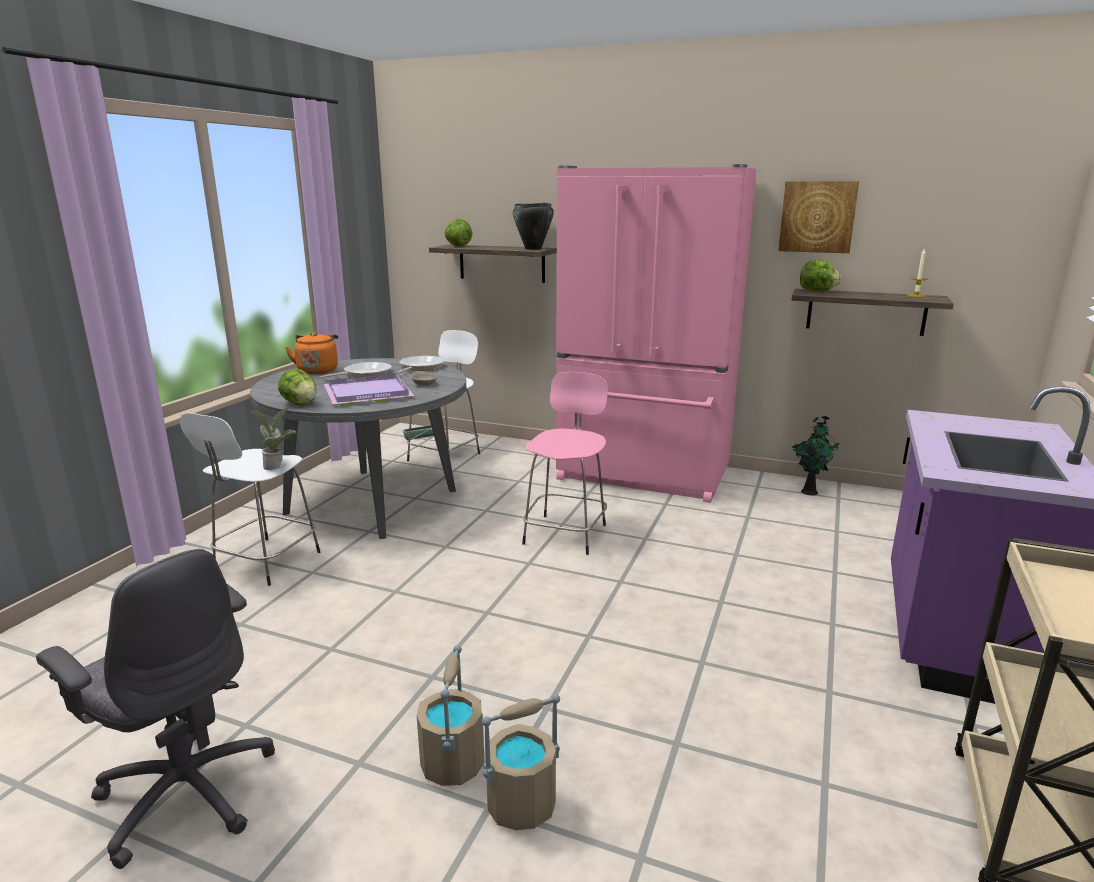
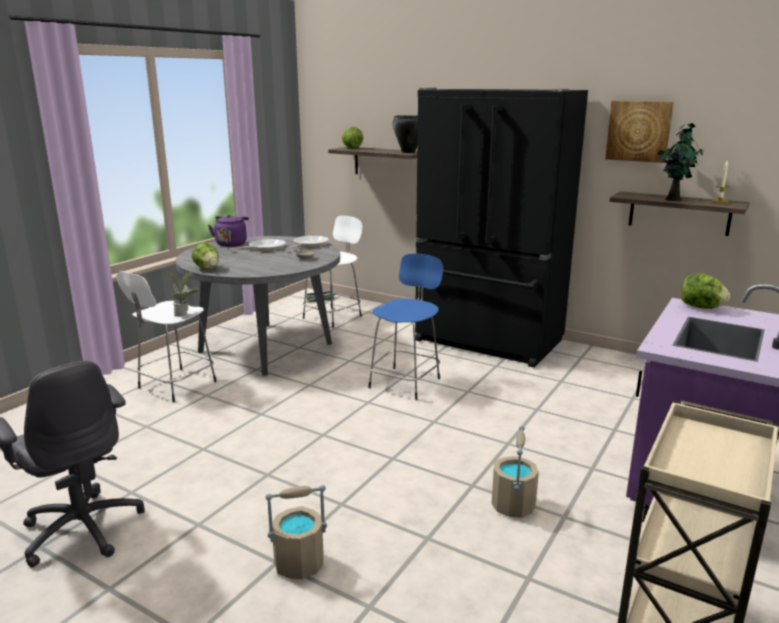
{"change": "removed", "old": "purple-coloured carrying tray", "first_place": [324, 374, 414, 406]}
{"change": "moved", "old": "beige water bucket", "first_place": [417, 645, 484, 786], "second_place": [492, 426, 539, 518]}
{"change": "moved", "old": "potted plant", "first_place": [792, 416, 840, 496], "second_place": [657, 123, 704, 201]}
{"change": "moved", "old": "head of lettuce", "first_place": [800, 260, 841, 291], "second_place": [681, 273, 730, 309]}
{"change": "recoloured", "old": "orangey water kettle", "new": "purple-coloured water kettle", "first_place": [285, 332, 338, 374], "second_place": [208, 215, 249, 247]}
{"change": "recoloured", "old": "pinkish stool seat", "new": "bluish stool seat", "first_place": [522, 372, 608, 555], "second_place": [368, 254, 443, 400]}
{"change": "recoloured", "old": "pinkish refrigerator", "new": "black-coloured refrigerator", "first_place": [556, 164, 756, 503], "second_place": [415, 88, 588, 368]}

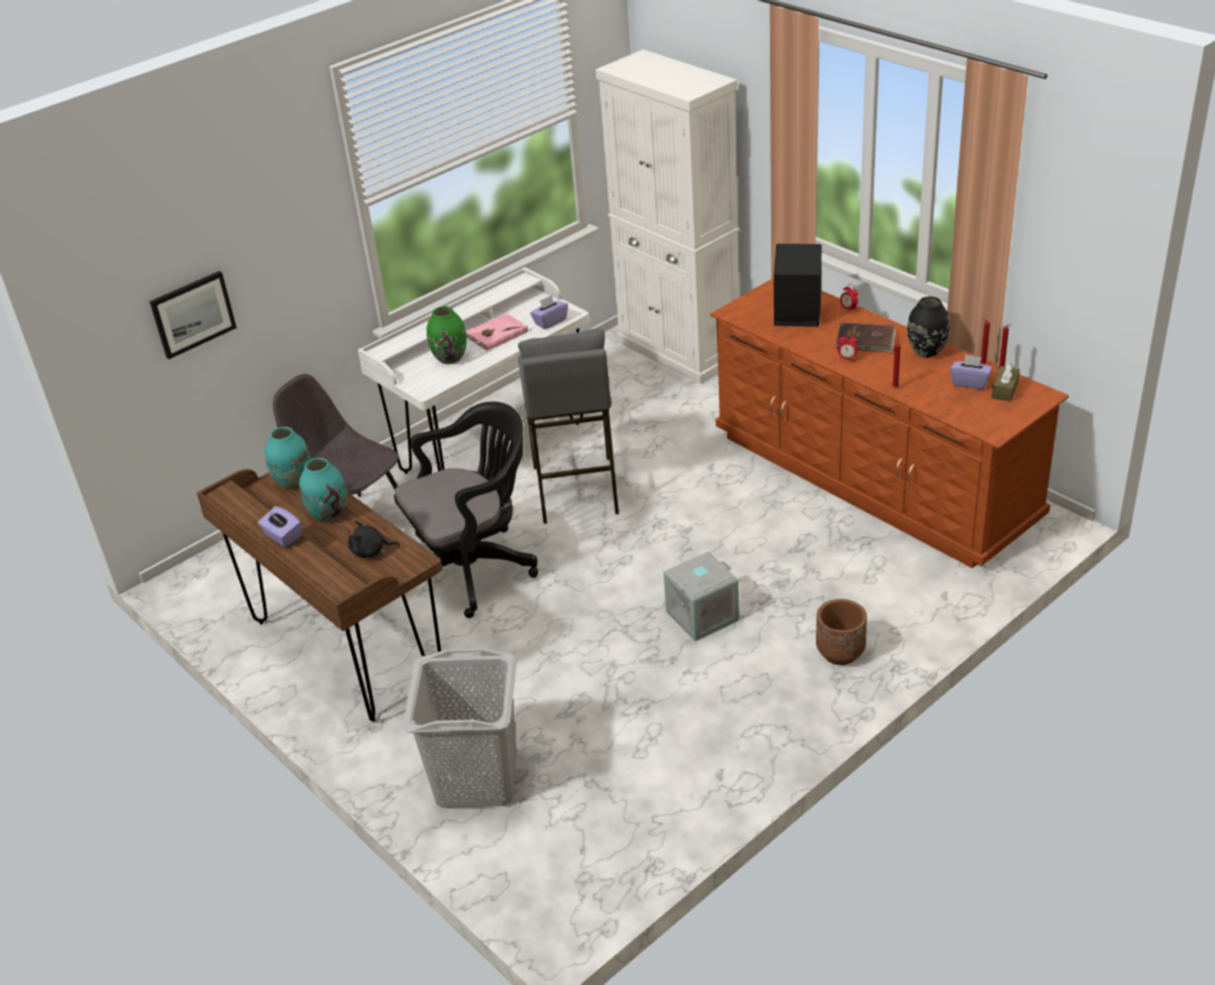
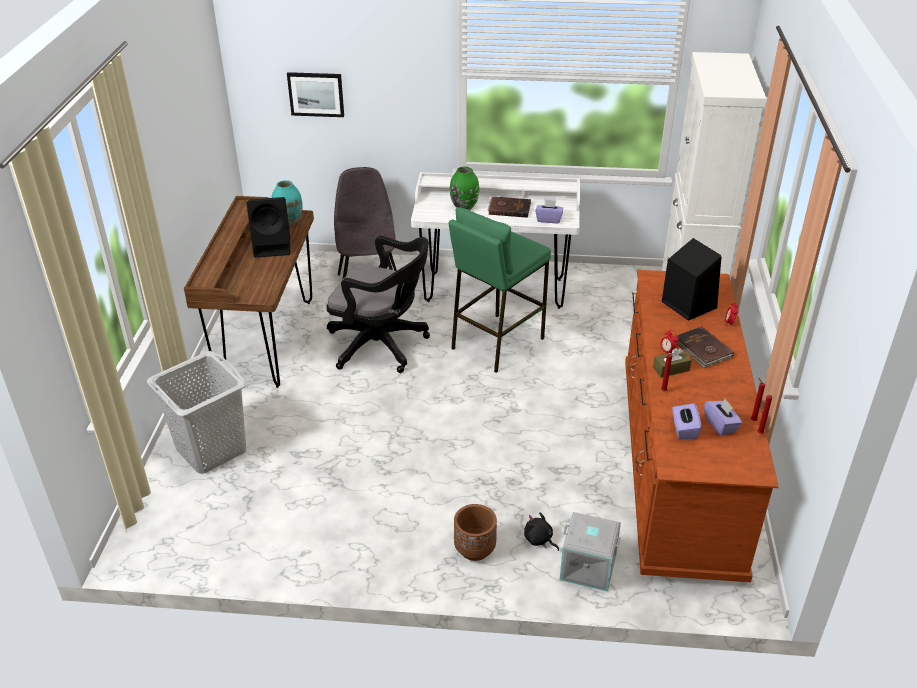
{"change": "removed", "old": "black-coloured flower vase", "first_place": [907, 296, 950, 358]}
{"change": "moved", "old": "purple-coloured box of tissues", "first_place": [258, 506, 301, 547], "second_place": [672, 403, 701, 439]}
{"change": "moved", "old": "black-coloured soft toy", "first_place": [347, 520, 400, 558], "second_place": [524, 512, 559, 551]}
{"change": "moved", "old": "grey storage box", "first_place": [663, 552, 740, 641], "second_place": [560, 512, 621, 592]}
{"change": "moved", "old": "brown box of tissues", "first_place": [992, 363, 1020, 401], "second_place": [653, 348, 692, 378]}
{"change": "replaced", "old": "turquoise flower vase", "new": "black-coloured audio speaker", "first_place": [299, 458, 347, 522], "second_place": [246, 197, 290, 258]}
{"change": "recoloured", "old": "pinkish bound book", "new": "brown bound book", "first_place": [466, 313, 528, 351], "second_place": [487, 196, 531, 218]}
{"change": "recoloured", "old": "grey stool seat", "new": "greenish stool seat", "first_place": [518, 328, 619, 524], "second_place": [449, 207, 551, 373]}

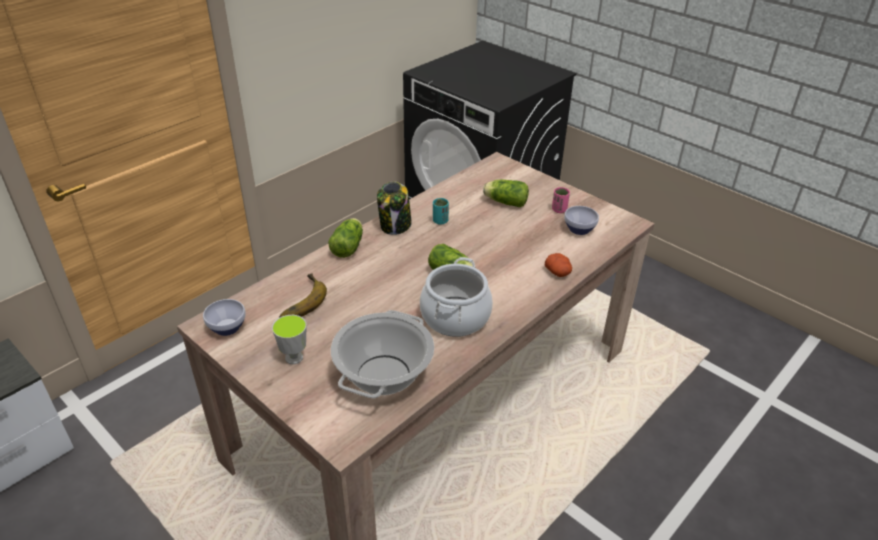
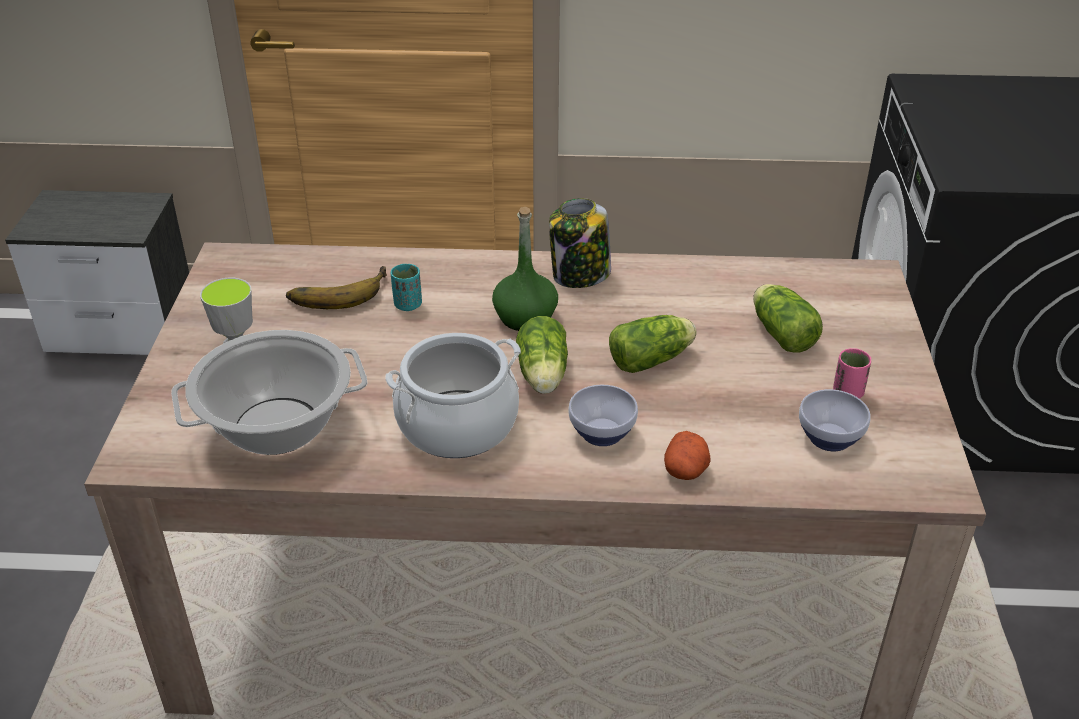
{"change": "added", "new": "greenish beverage bottle", "second_place": [492, 207, 558, 331]}
{"change": "moved", "old": "bowl", "first_place": [203, 299, 246, 336], "second_place": [568, 385, 638, 446]}
{"change": "moved", "old": "head of lettuce", "first_place": [328, 218, 363, 258], "second_place": [609, 315, 697, 373]}
{"change": "moved", "old": "turquoise cup", "first_place": [433, 198, 449, 225], "second_place": [391, 264, 422, 311]}

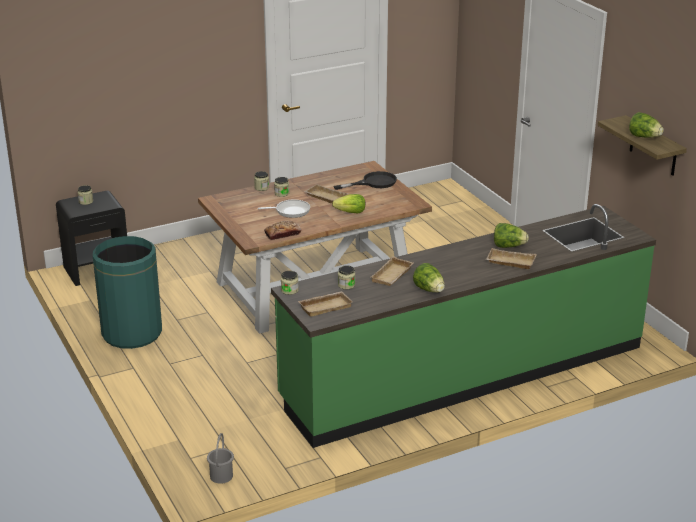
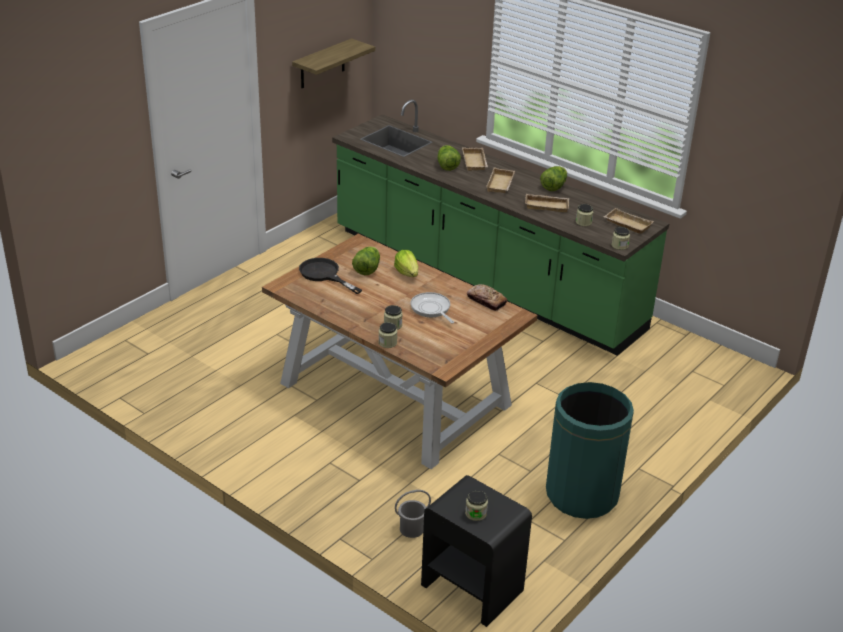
{"change": "moved", "old": "grey water bucket", "first_place": [207, 433, 234, 484], "second_place": [395, 490, 431, 538]}
{"change": "moved", "old": "beige carrying tray", "first_place": [304, 184, 348, 204], "second_place": [486, 167, 515, 193]}
{"change": "moved", "old": "head of lettuce", "first_place": [629, 112, 664, 138], "second_place": [352, 247, 380, 275]}

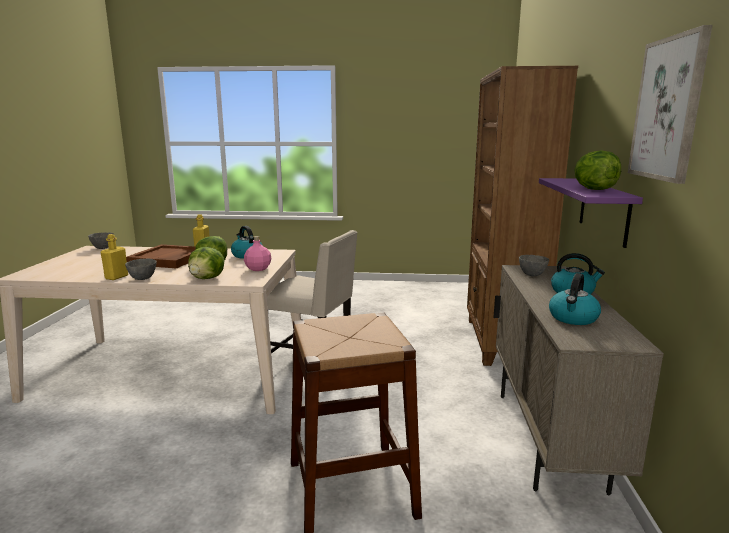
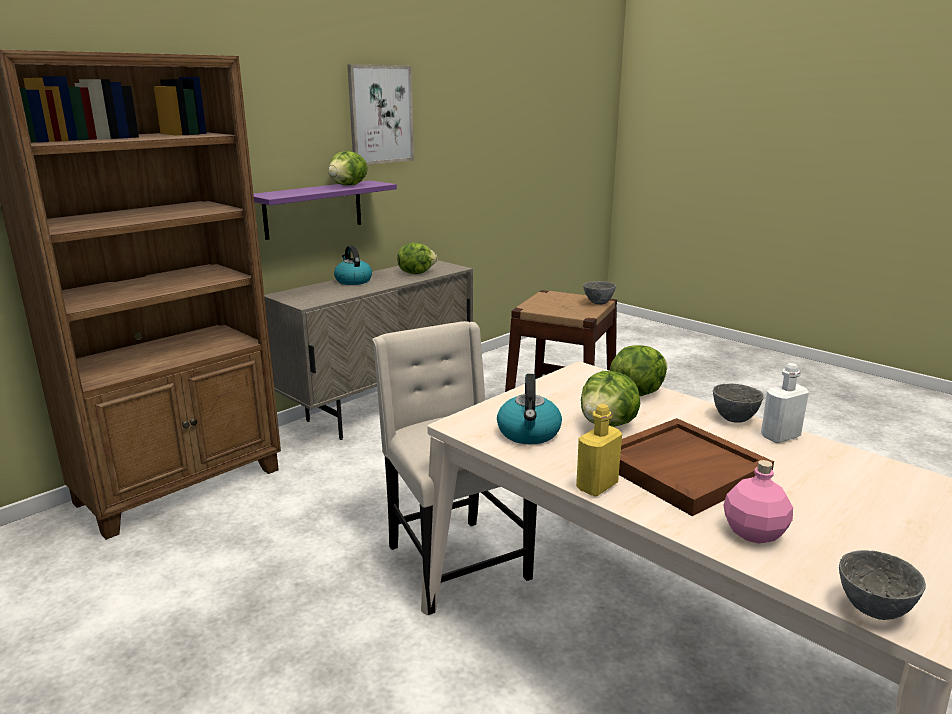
{"change": "moved", "old": "pinkish beverage bottle", "first_place": [244, 236, 271, 271], "second_place": [724, 460, 793, 544]}
{"change": "moved", "old": "grey bowl", "first_place": [519, 255, 549, 276], "second_place": [583, 281, 616, 305]}
{"change": "replaced", "old": "water kettle", "new": "head of lettuce", "first_place": [549, 273, 601, 325], "second_place": [397, 242, 437, 274]}
{"change": "recoloured", "old": "yellowish beverage bottle", "new": "white-coloured beverage bottle", "first_place": [100, 234, 128, 280], "second_place": [761, 363, 809, 443]}

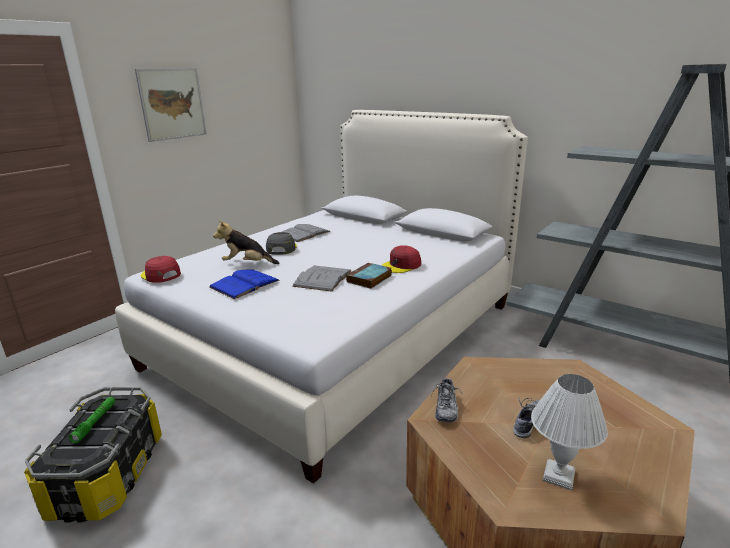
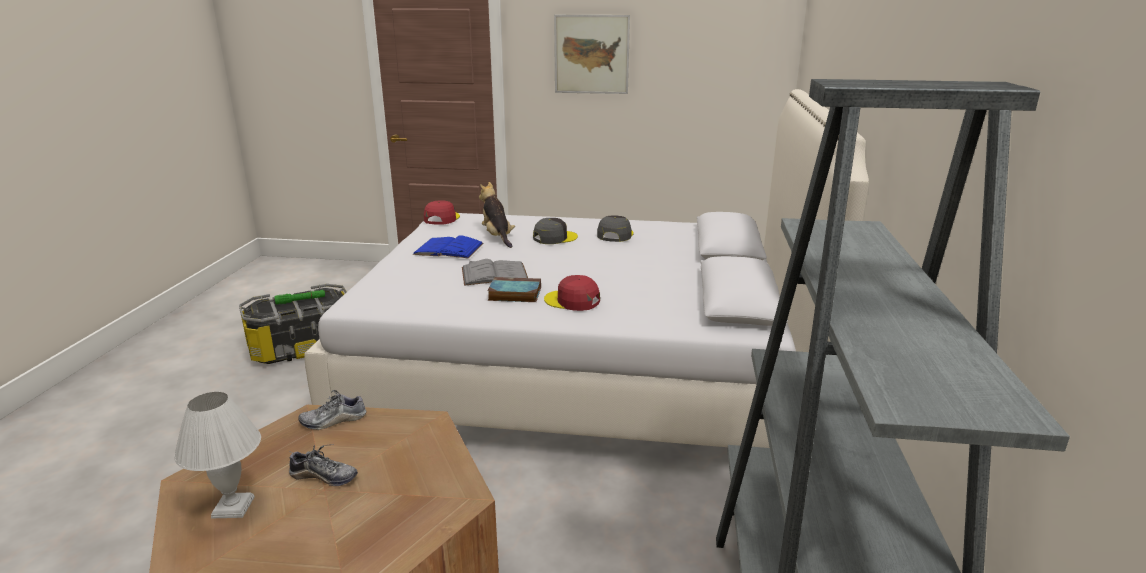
{"change": "replaced", "old": "grey bound book", "new": "grey cap", "first_place": [282, 224, 331, 242], "second_place": [597, 215, 634, 242]}

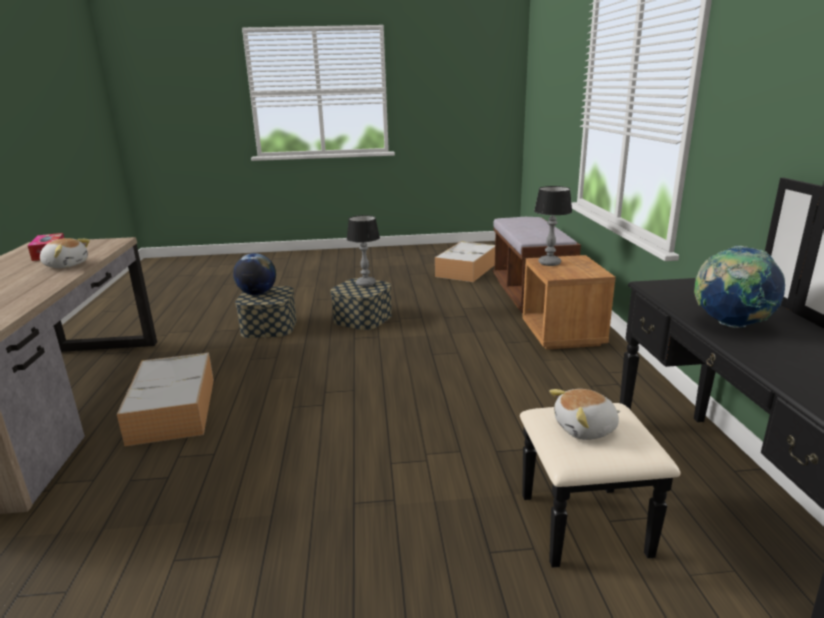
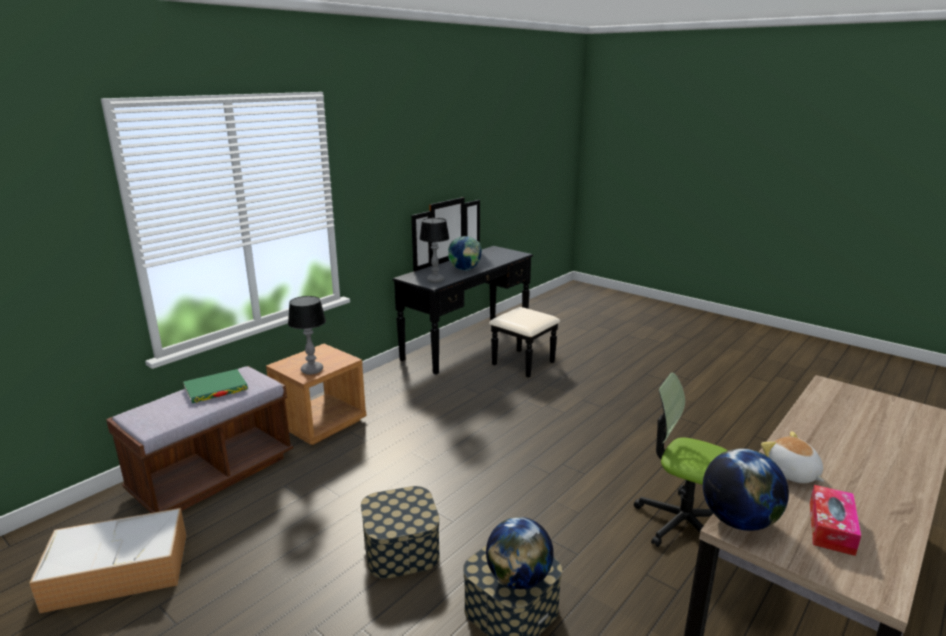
{"change": "removed", "old": "soft toy", "first_place": [549, 389, 620, 440]}
{"change": "added", "new": "greenish bound book", "second_place": [183, 369, 248, 403]}
{"change": "added", "new": "globe", "second_place": [703, 448, 789, 531]}
{"change": "moved", "old": "table lamp", "first_place": [347, 215, 380, 287], "second_place": [419, 218, 449, 282]}
{"change": "replaced", "old": "storage box", "new": "computer chair", "first_place": [117, 353, 214, 446], "second_place": [634, 372, 728, 547]}

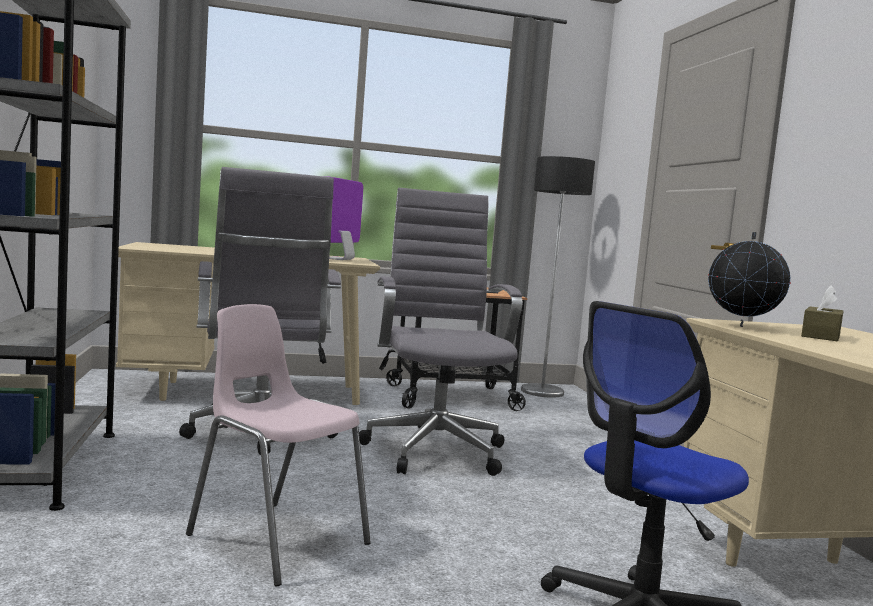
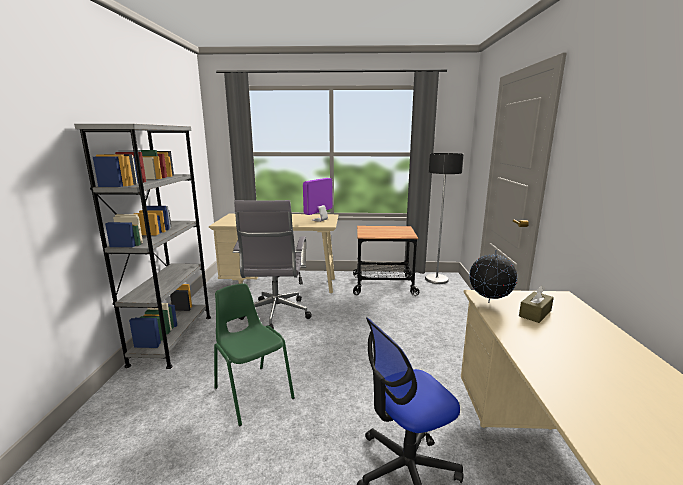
{"change": "removed", "old": "grey computer chair", "first_place": [359, 188, 522, 476]}
{"change": "recoloured", "old": "pinkish upright chair", "new": "greenish upright chair", "first_place": [186, 304, 371, 586], "second_place": [214, 283, 295, 426]}

